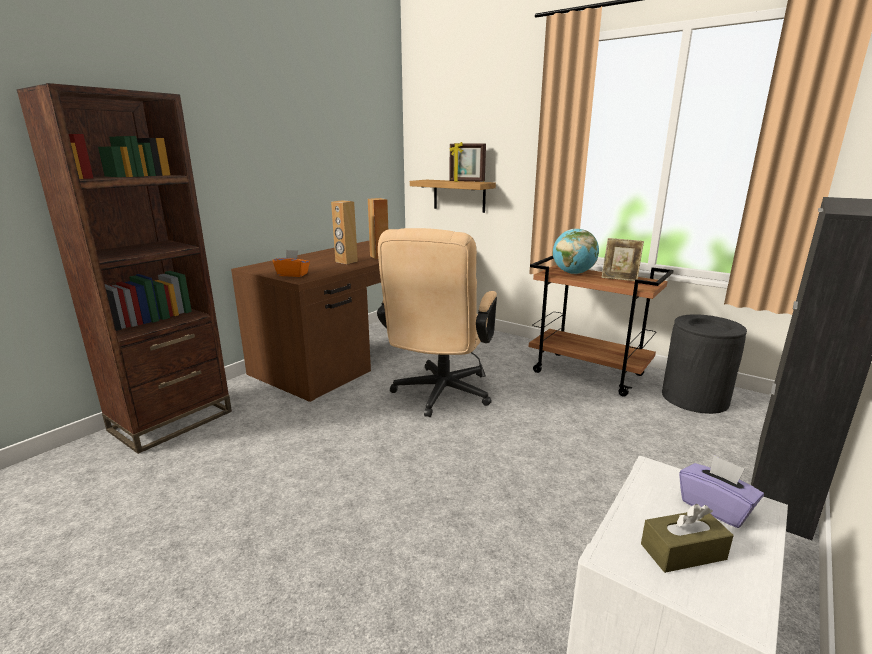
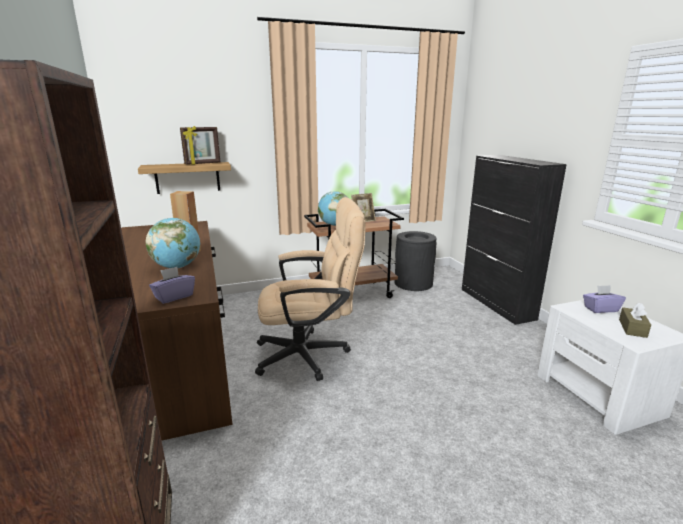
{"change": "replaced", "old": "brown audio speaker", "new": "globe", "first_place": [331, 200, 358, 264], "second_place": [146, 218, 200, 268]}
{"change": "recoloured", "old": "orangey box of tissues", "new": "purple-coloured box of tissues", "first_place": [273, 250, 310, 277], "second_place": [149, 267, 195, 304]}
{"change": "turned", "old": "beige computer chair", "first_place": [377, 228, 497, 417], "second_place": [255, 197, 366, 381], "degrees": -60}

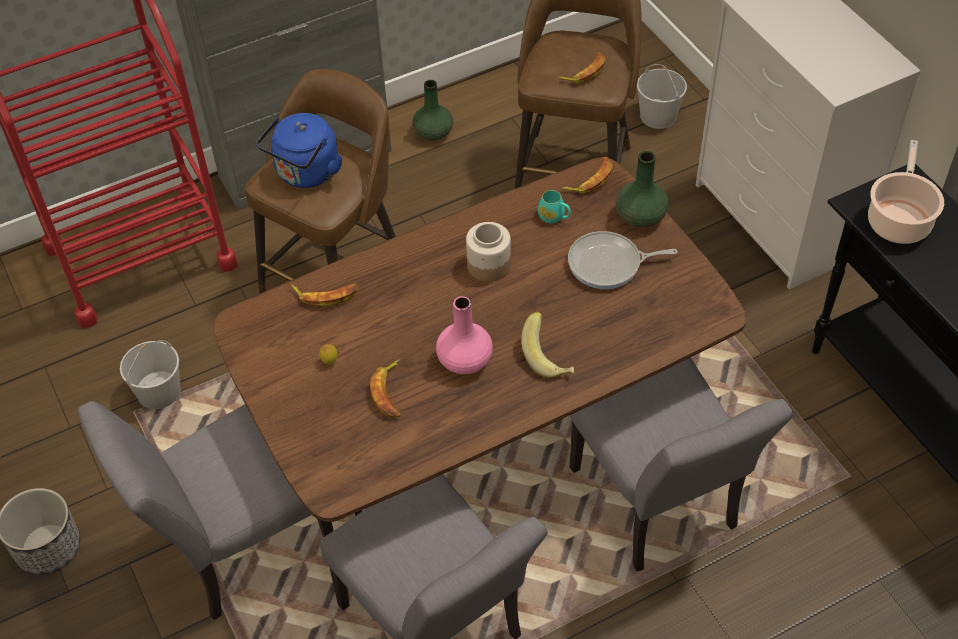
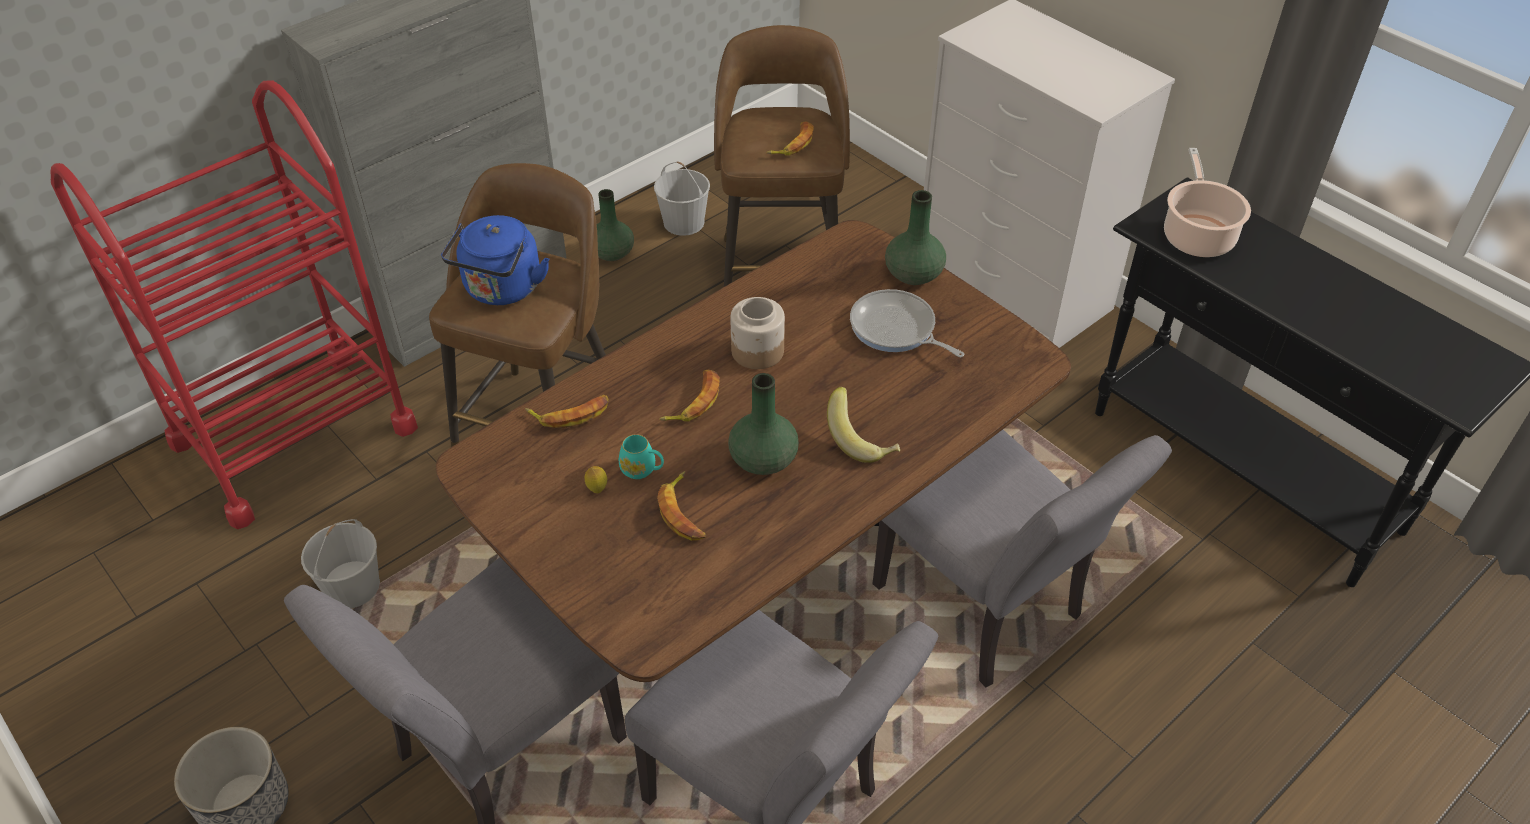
{"change": "moved", "old": "turquoise mug", "first_place": [538, 190, 571, 223], "second_place": [619, 434, 664, 479]}
{"change": "moved", "old": "banana", "first_place": [562, 157, 613, 194], "second_place": [659, 370, 720, 422]}
{"change": "moved", "old": "white-coloured water bucket", "first_place": [637, 64, 687, 129], "second_place": [654, 161, 710, 236]}
{"change": "recoloured", "old": "pinkish flower vase", "new": "greenish flower vase", "first_place": [436, 296, 493, 374], "second_place": [728, 373, 799, 475]}
{"change": "turned", "old": "pan", "first_place": [568, 231, 677, 289], "second_place": [850, 289, 964, 357], "degrees": 60}

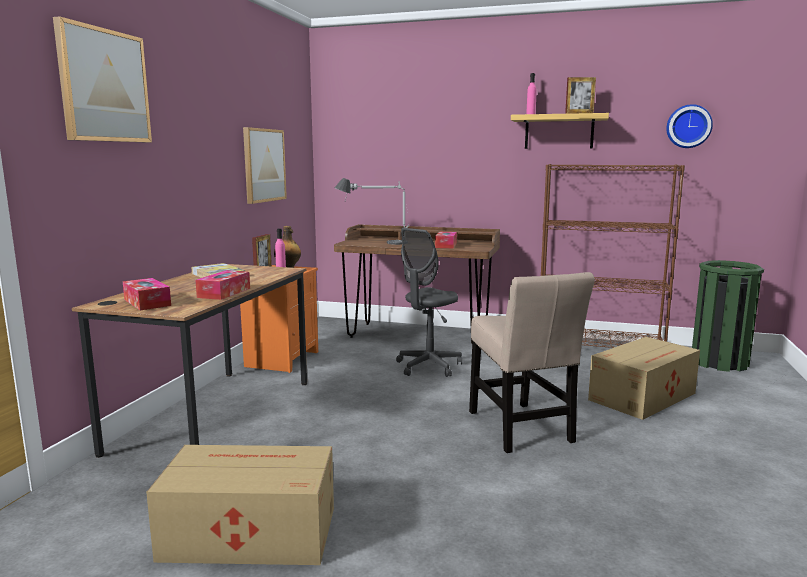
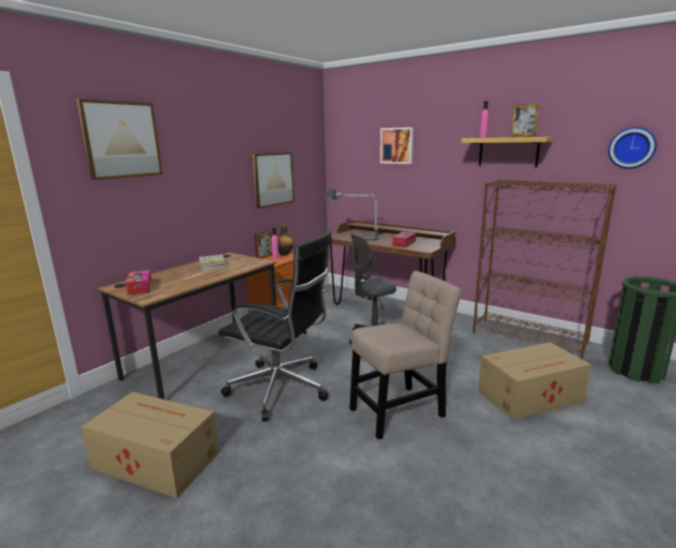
{"change": "removed", "old": "box of tissues", "first_place": [195, 270, 250, 300]}
{"change": "added", "new": "black-coloured computer chair", "second_place": [218, 231, 332, 421]}
{"change": "added", "new": "wall art", "second_place": [380, 127, 414, 164]}
{"change": "turned", "old": "beige upright chair", "first_place": [469, 272, 595, 453], "second_place": [350, 271, 462, 440], "degrees": -120}

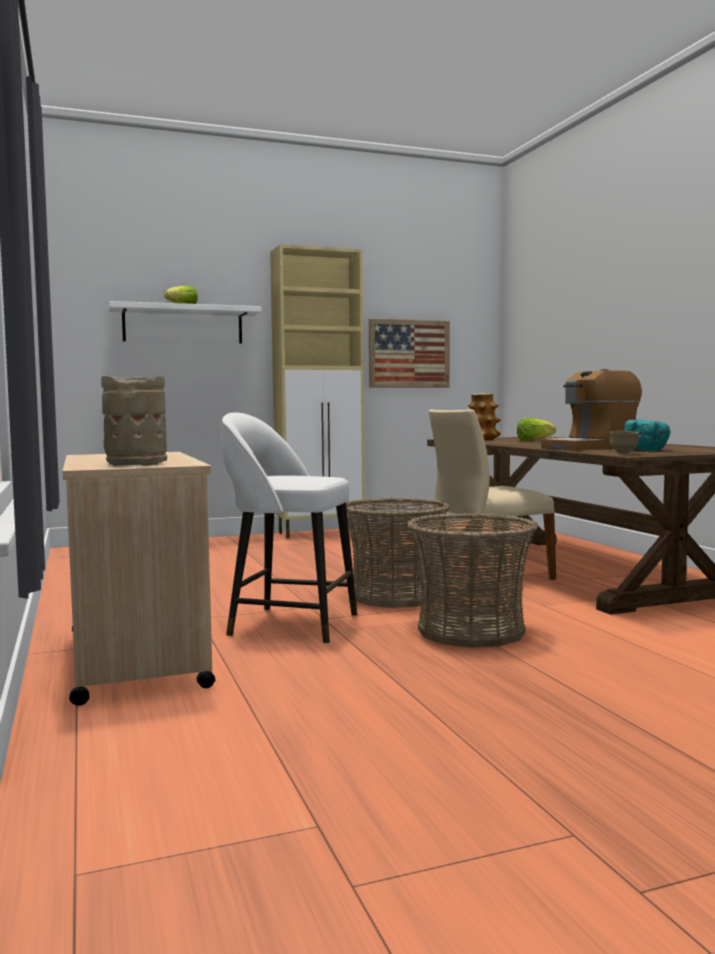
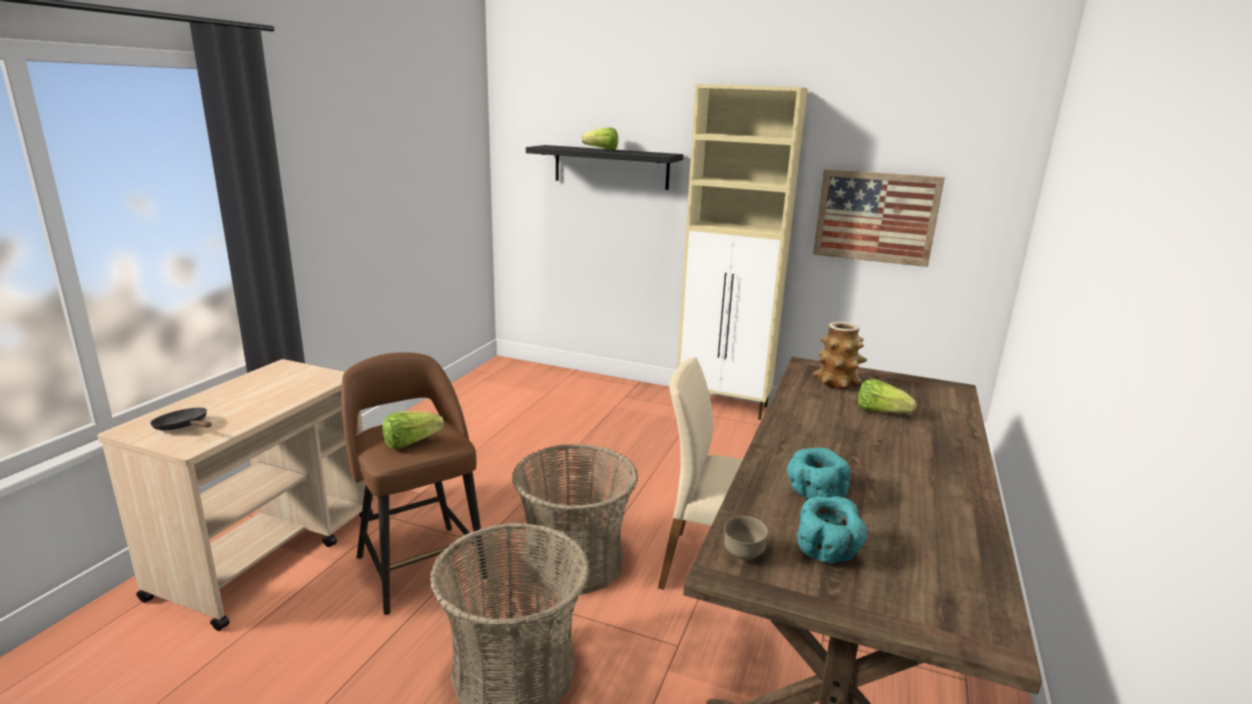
{"change": "added", "new": "head of lettuce", "second_place": [382, 411, 444, 449]}
{"change": "replaced", "old": "beige flower vase", "new": "black-coloured pan", "first_place": [101, 376, 167, 466], "second_place": [150, 408, 212, 430]}
{"change": "replaced", "old": "coffee machine", "new": "turquoise bowl", "first_place": [541, 369, 642, 451], "second_place": [787, 448, 851, 499]}
{"change": "recoloured", "old": "white-coloured shelf", "new": "black-coloured shelf", "first_place": [108, 301, 262, 343], "second_place": [526, 145, 683, 190]}
{"change": "recoloured", "old": "white-coloured stool seat", "new": "brown stool seat", "first_place": [221, 413, 357, 644], "second_place": [341, 352, 488, 615]}

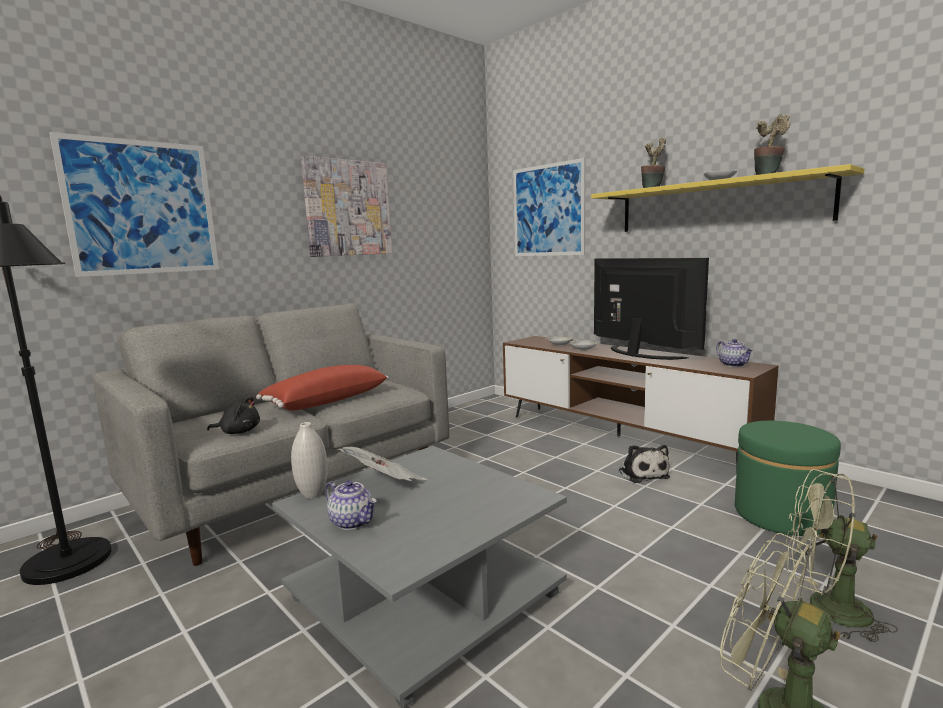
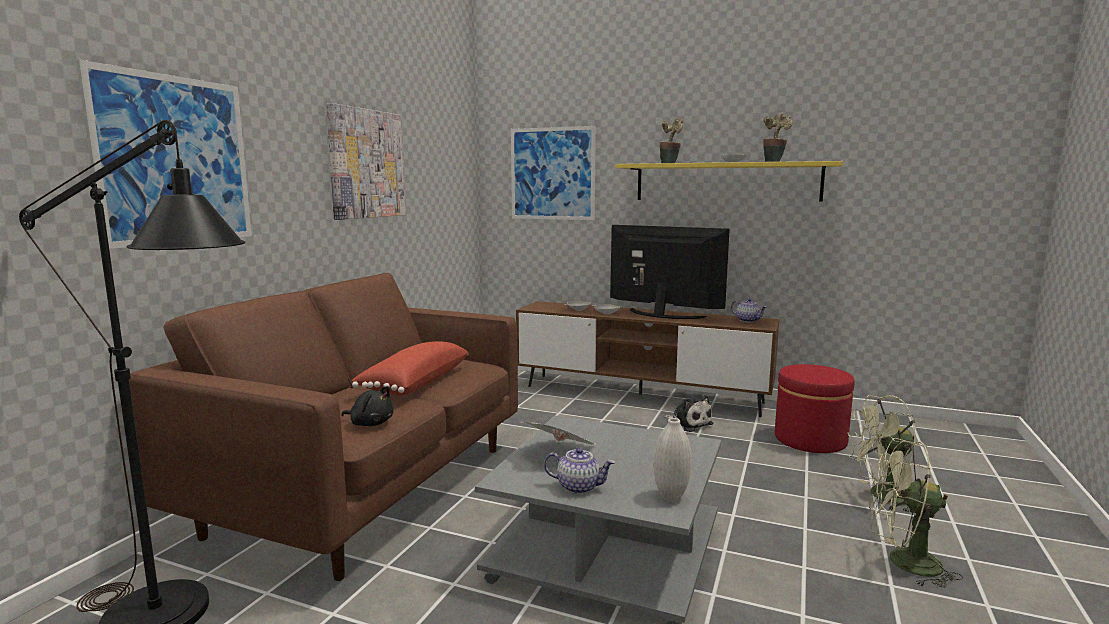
{"change": "moved", "old": "white-coloured flower vase", "first_place": [291, 422, 328, 499], "second_place": [653, 418, 692, 501]}
{"change": "recoloured", "old": "grey sofa", "new": "brown sofa", "first_place": [92, 303, 449, 566], "second_place": [129, 273, 518, 581]}
{"change": "recoloured", "old": "greenish ottoman", "new": "red ottoman", "first_place": [735, 421, 841, 536], "second_place": [775, 364, 855, 453]}
{"change": "turned", "old": "black-coloured soft toy", "first_place": [207, 397, 260, 434], "second_place": [341, 386, 394, 426], "degrees": 45}

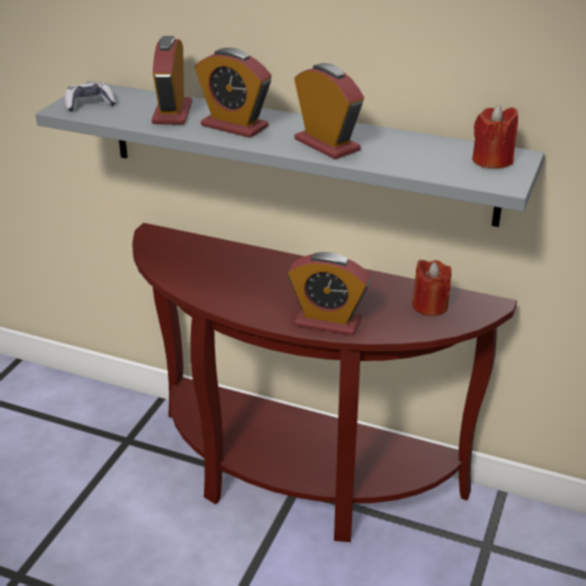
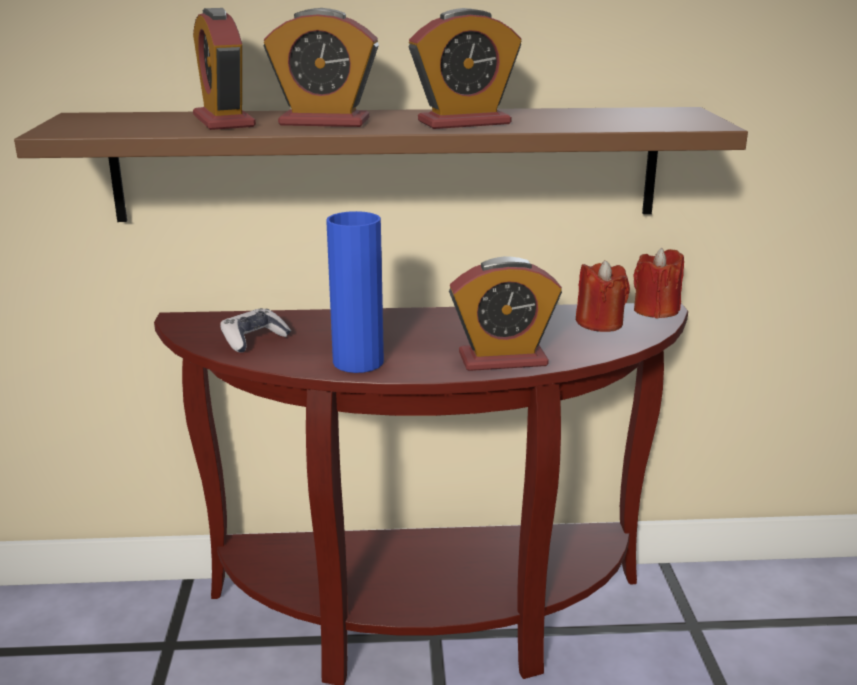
{"change": "added", "new": "bluish flower vase", "second_place": [326, 211, 384, 373]}
{"change": "moved", "old": "game controller", "first_place": [65, 82, 116, 112], "second_place": [220, 308, 291, 353]}
{"change": "moved", "old": "red wax light", "first_place": [472, 105, 518, 168], "second_place": [633, 248, 684, 319]}
{"change": "recoloured", "old": "grey shelf", "new": "brown shelf", "first_place": [35, 81, 545, 227], "second_place": [14, 107, 748, 222]}
{"change": "turned", "old": "table clock", "first_place": [294, 63, 364, 159], "second_place": [409, 8, 522, 129], "degrees": 135}

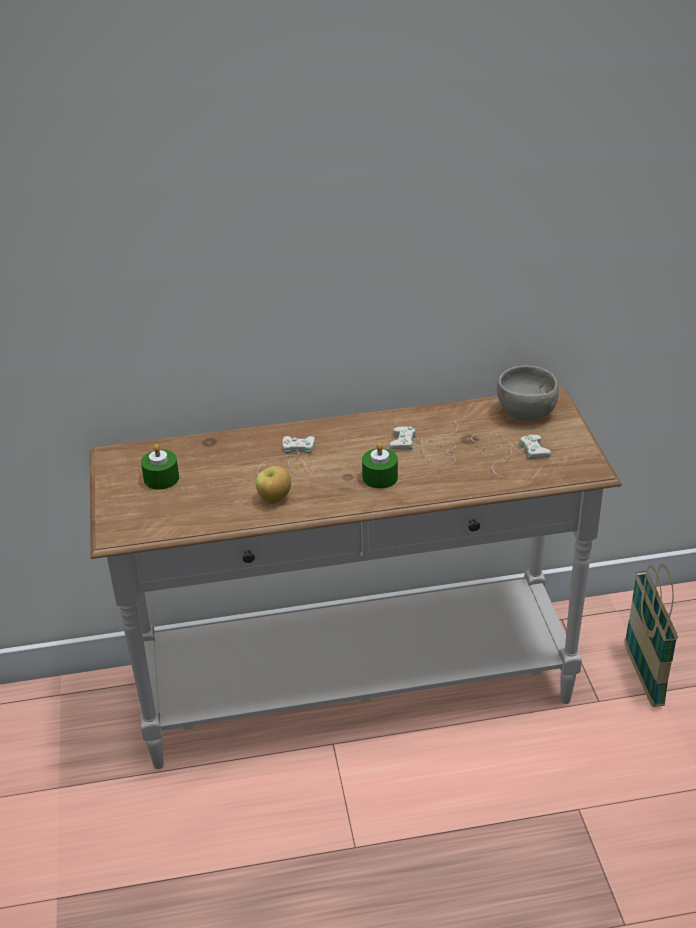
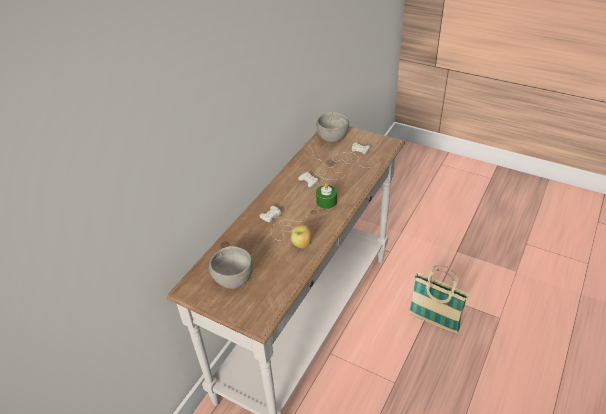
{"change": "moved", "old": "storage basket", "first_place": [625, 563, 678, 707], "second_place": [409, 265, 469, 333]}
{"change": "replaced", "old": "greenish wax light", "new": "grey bowl", "first_place": [141, 444, 179, 490], "second_place": [209, 246, 253, 289]}

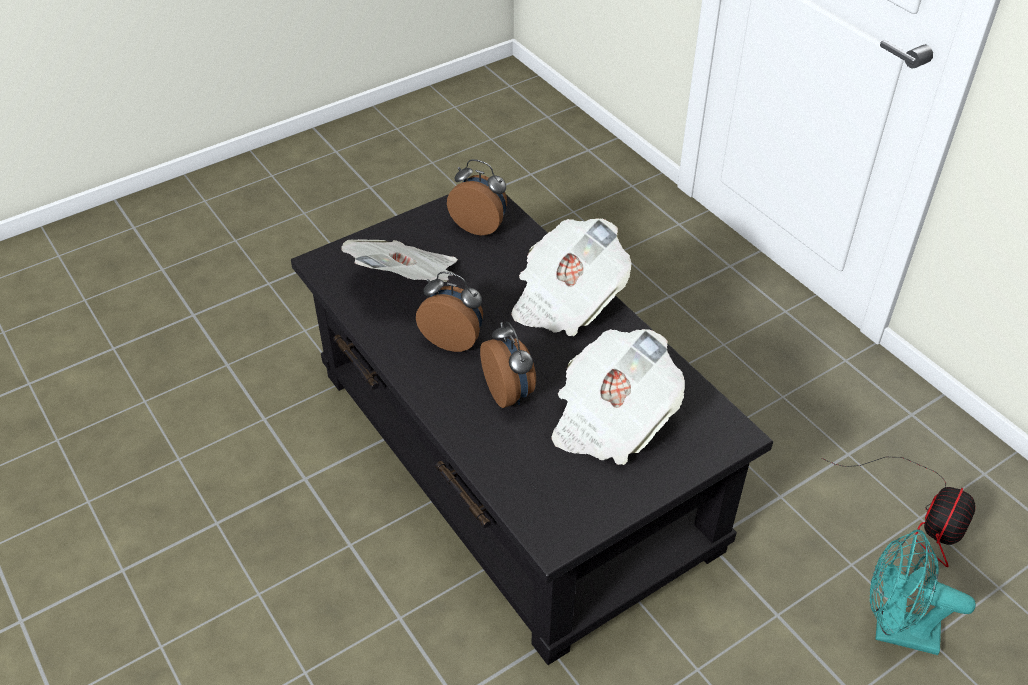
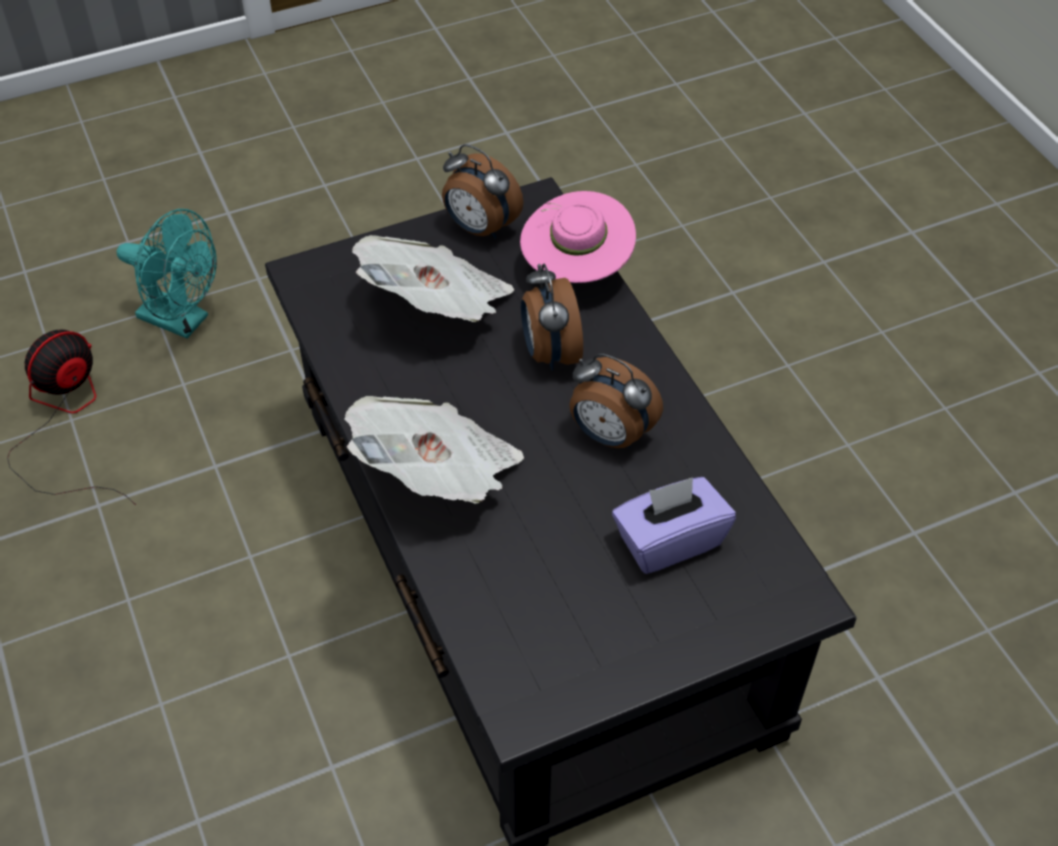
{"change": "added", "new": "pinkish wearable hat", "second_place": [520, 191, 636, 283]}
{"change": "moved", "old": "table clock", "first_place": [447, 159, 507, 235], "second_place": [442, 144, 523, 239]}
{"change": "replaced", "old": "printed paper", "new": "purple-coloured box of tissues", "first_place": [341, 239, 457, 282], "second_place": [612, 477, 736, 574]}

